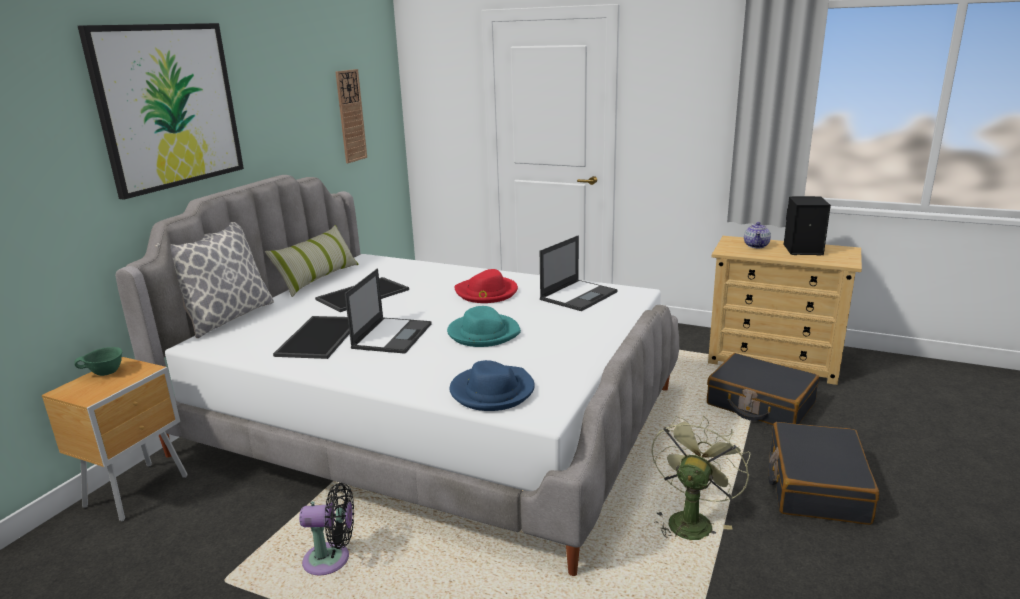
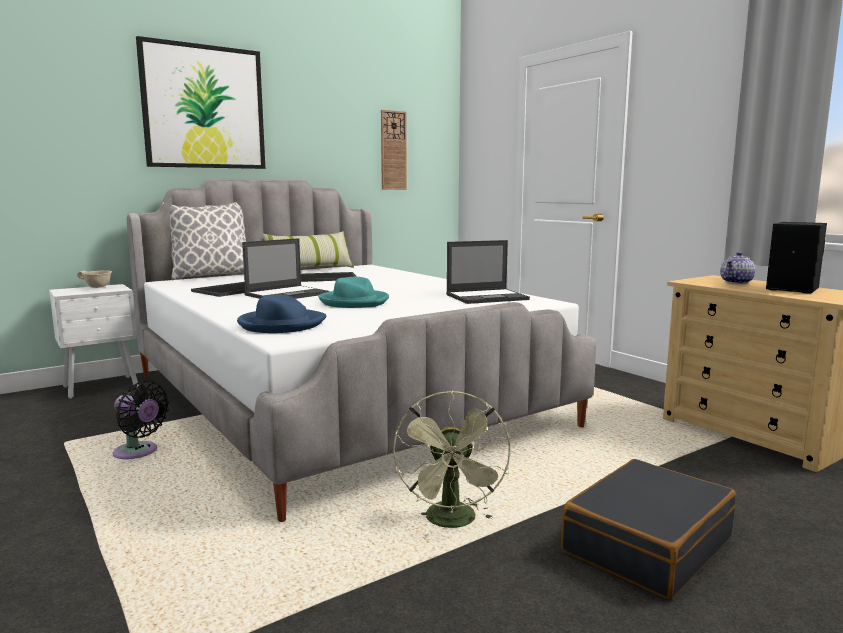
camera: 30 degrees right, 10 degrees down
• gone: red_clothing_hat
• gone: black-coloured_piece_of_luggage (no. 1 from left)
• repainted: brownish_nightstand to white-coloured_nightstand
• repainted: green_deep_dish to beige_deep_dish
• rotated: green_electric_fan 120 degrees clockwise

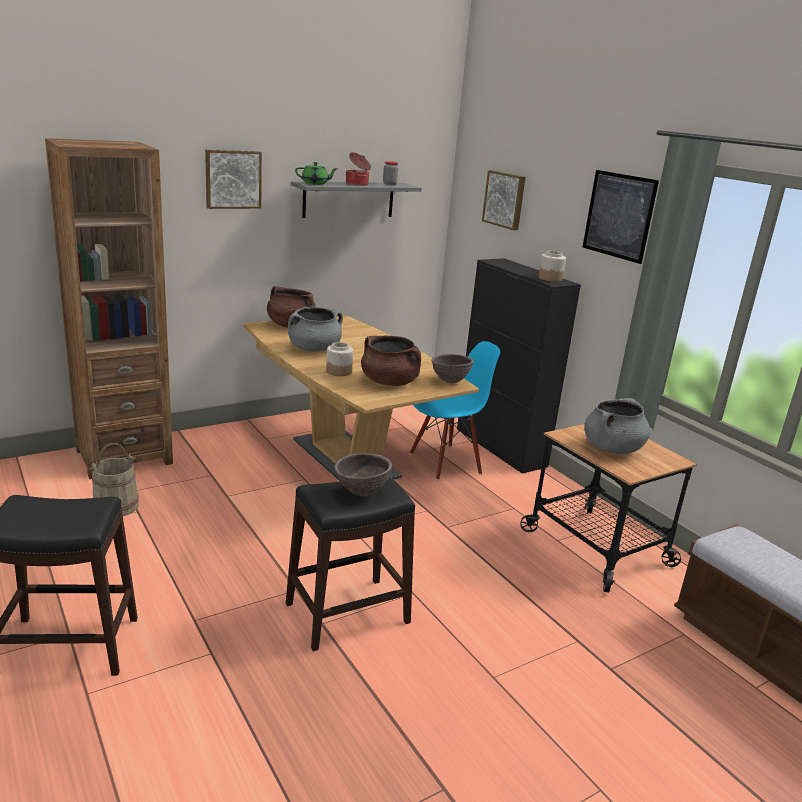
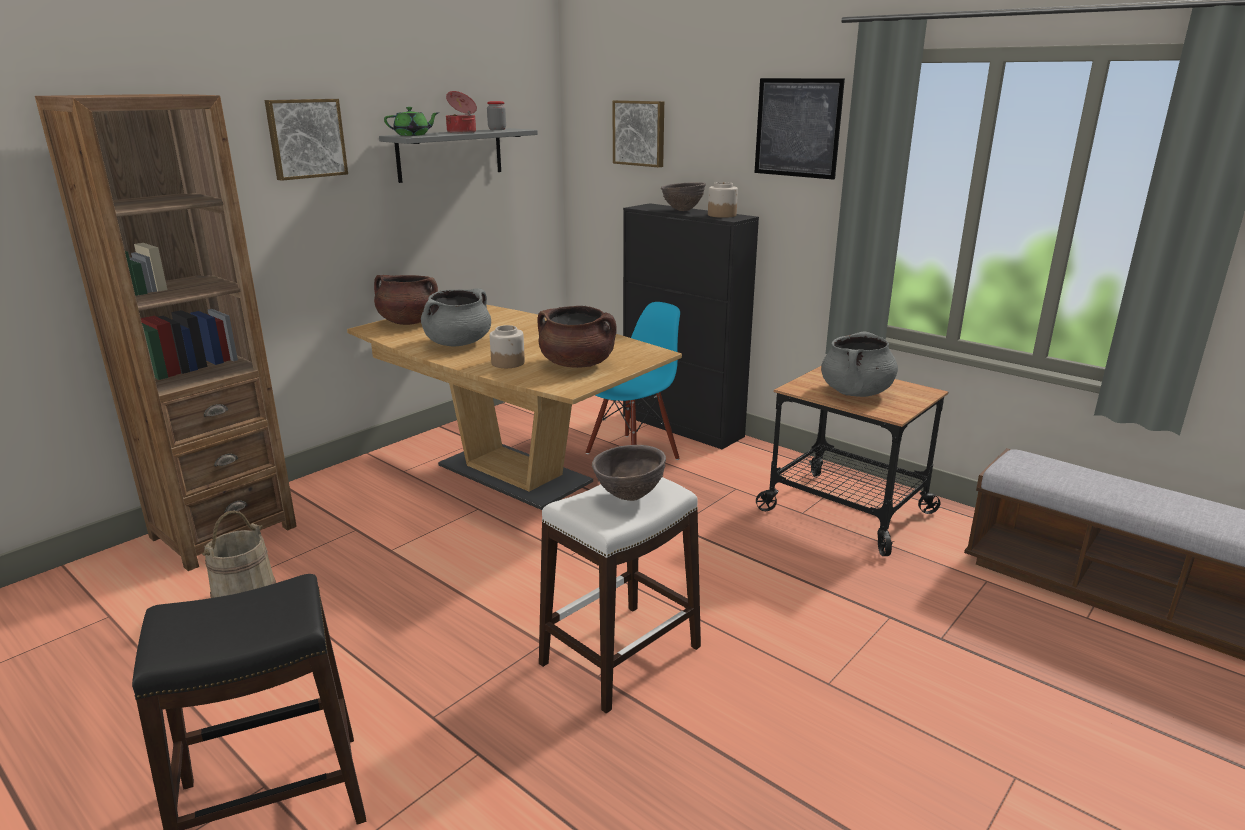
camera: 15 degrees left, 0 degrees up
• shifted: brownish_deep_dish (no. 2 from left)
• repainted: black-coloured_stool_seat (no. 2 from left) to white-coloured_stool_seat

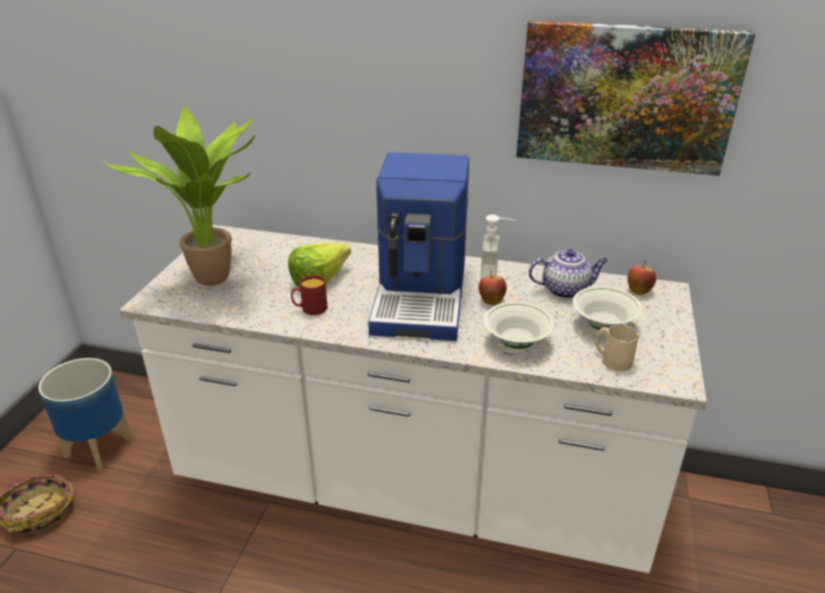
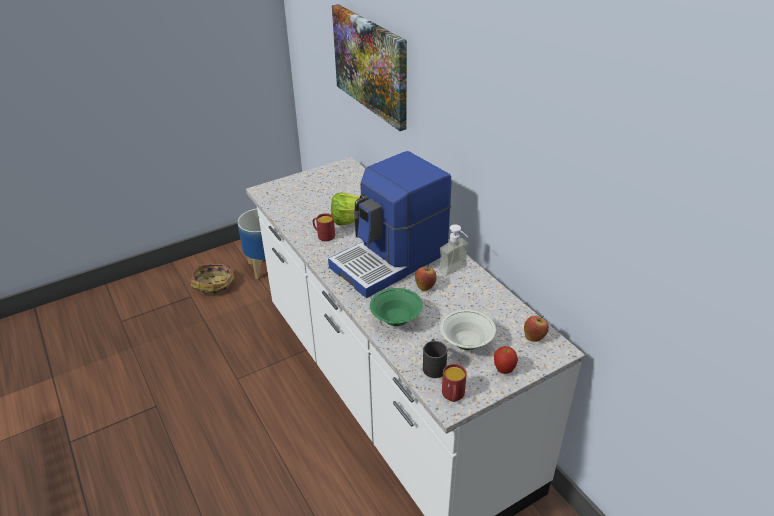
camera: 45 degrees right, 5 degrees up
• gone: potted_plant
• gone: pot_for_tea
• new: red_mug (no. 2 from left)
• new: whole_apple (no. 2 from left)
• shifted: wall_picture
• repainted: white-coloured_deep_dish (no. 1 from left) to green_deep_dish
• repainted: beige_mug to black-coloured_mug

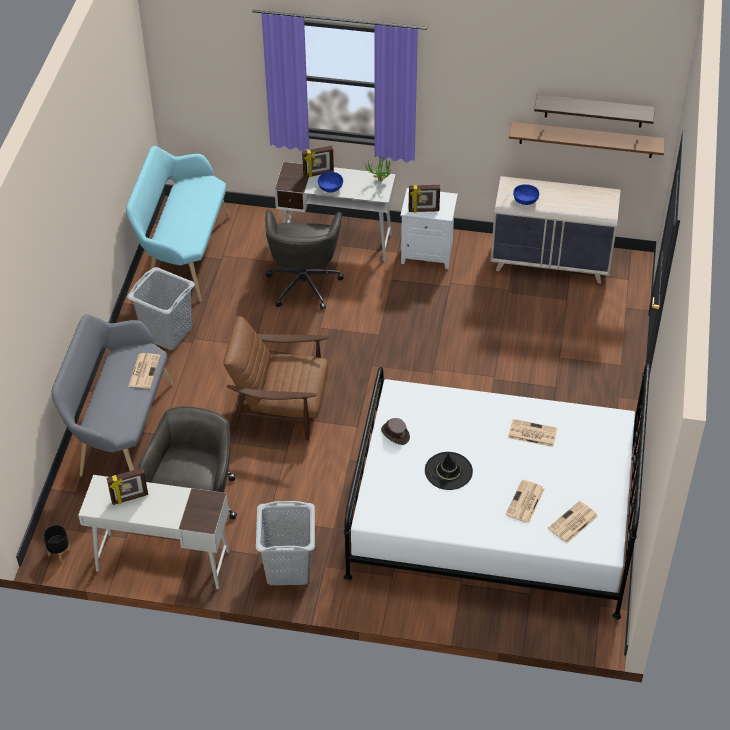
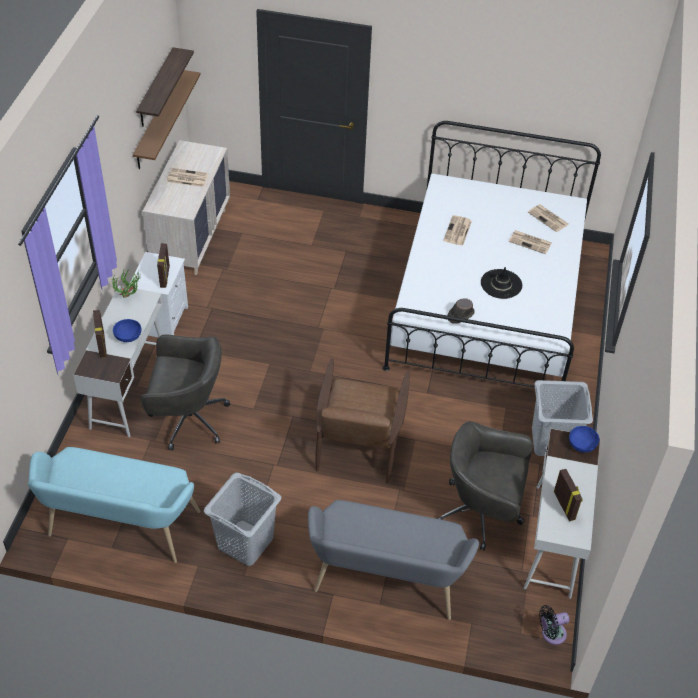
camera: 90 degrees left, 0 degrees up
• shifted: printed_paper (no. 1 from left)
• shifted: bluish_deep_dish (no. 2 from left)
• swapped: black-coloured_plant_pot to black-coloured_electric_fan

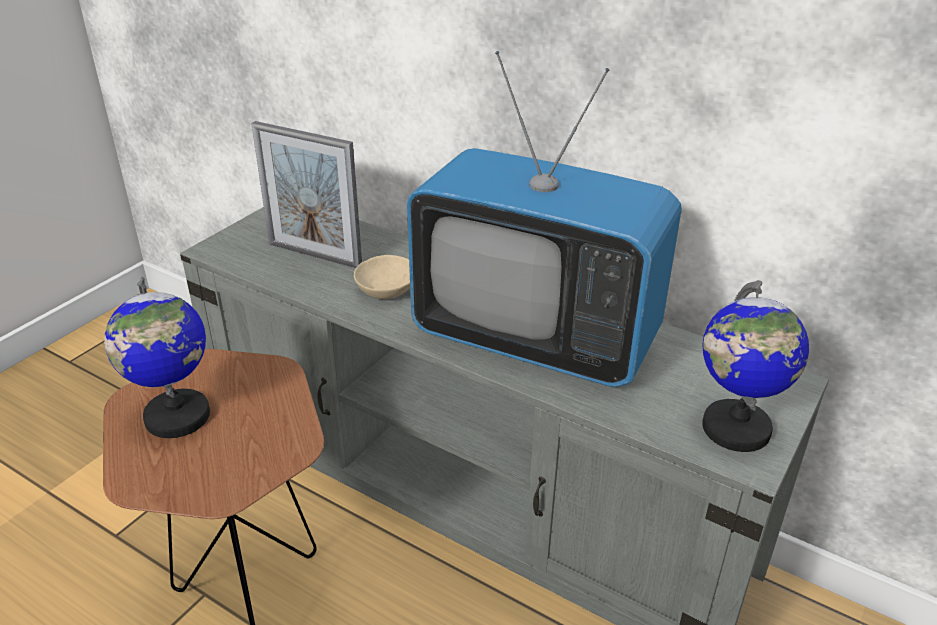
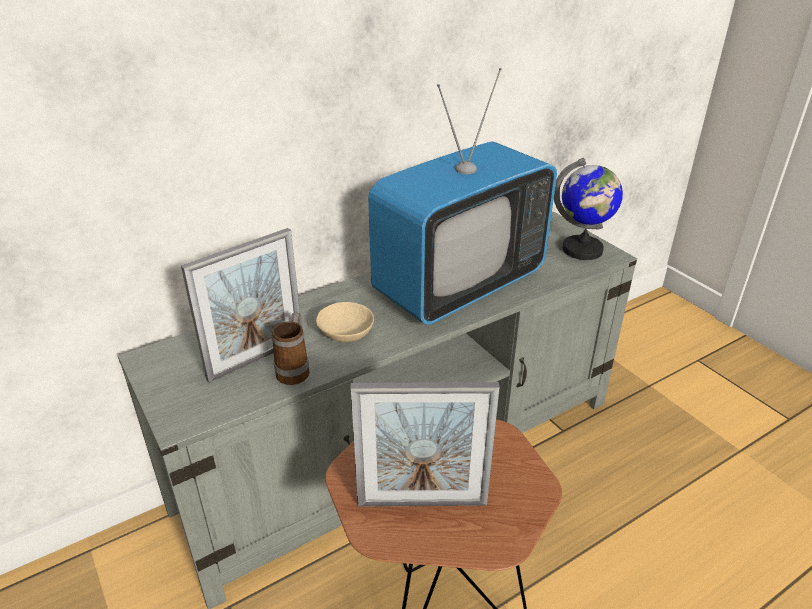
camera: 65 degrees left, 0 degrees up
• new: mug
• swapped: desk_globe (no. 1 from left) to photo_frame (no. 2 from left)

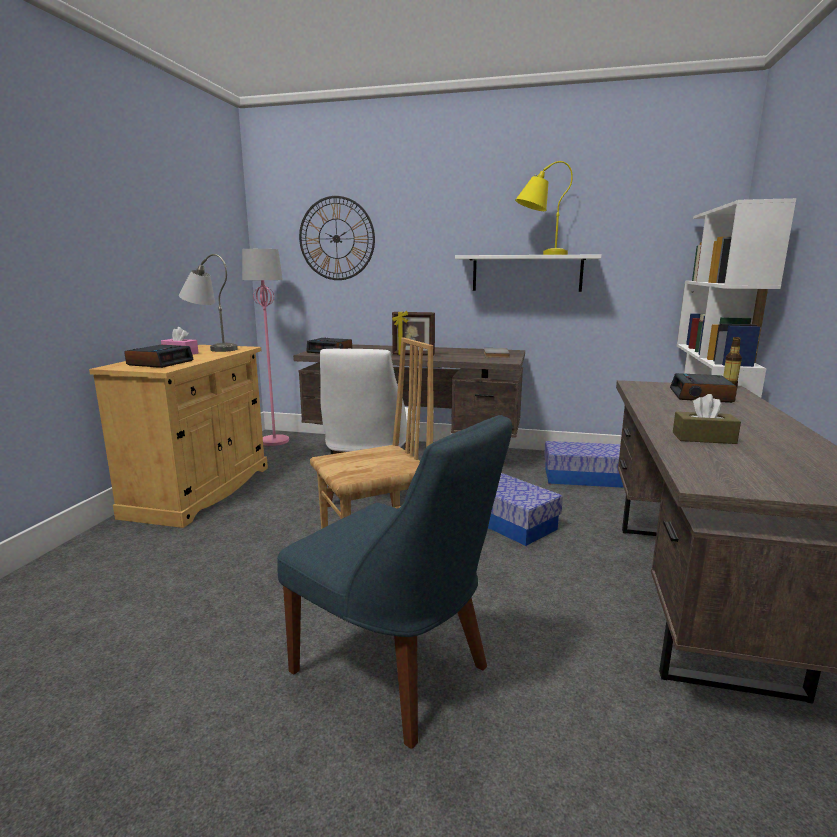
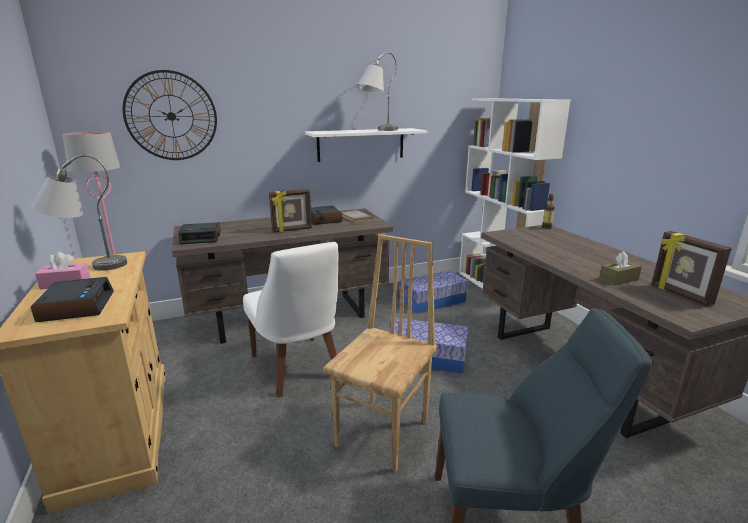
camera: 35 degrees left, 5 degrees up
• new: photo_frame (no. 2 from left)
• shifted: bedside_clock (no. 3 from left)
• repainted: yellow-coloured_lamp_for_a_table to greyish_lamp_for_a_table (no. 2 from left)

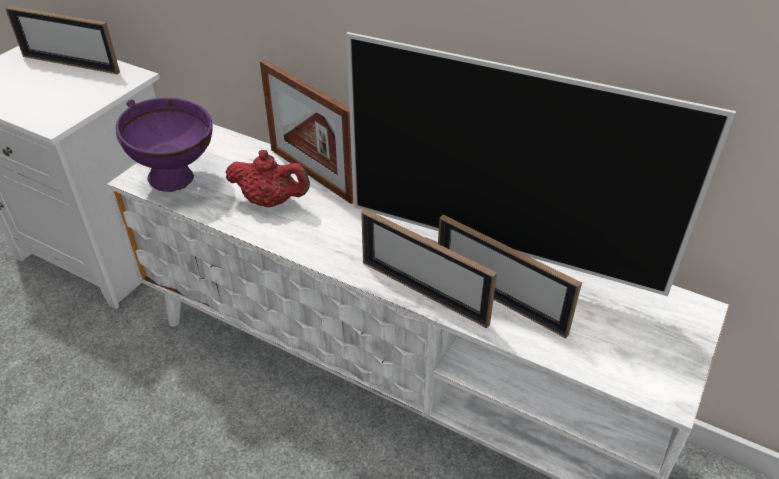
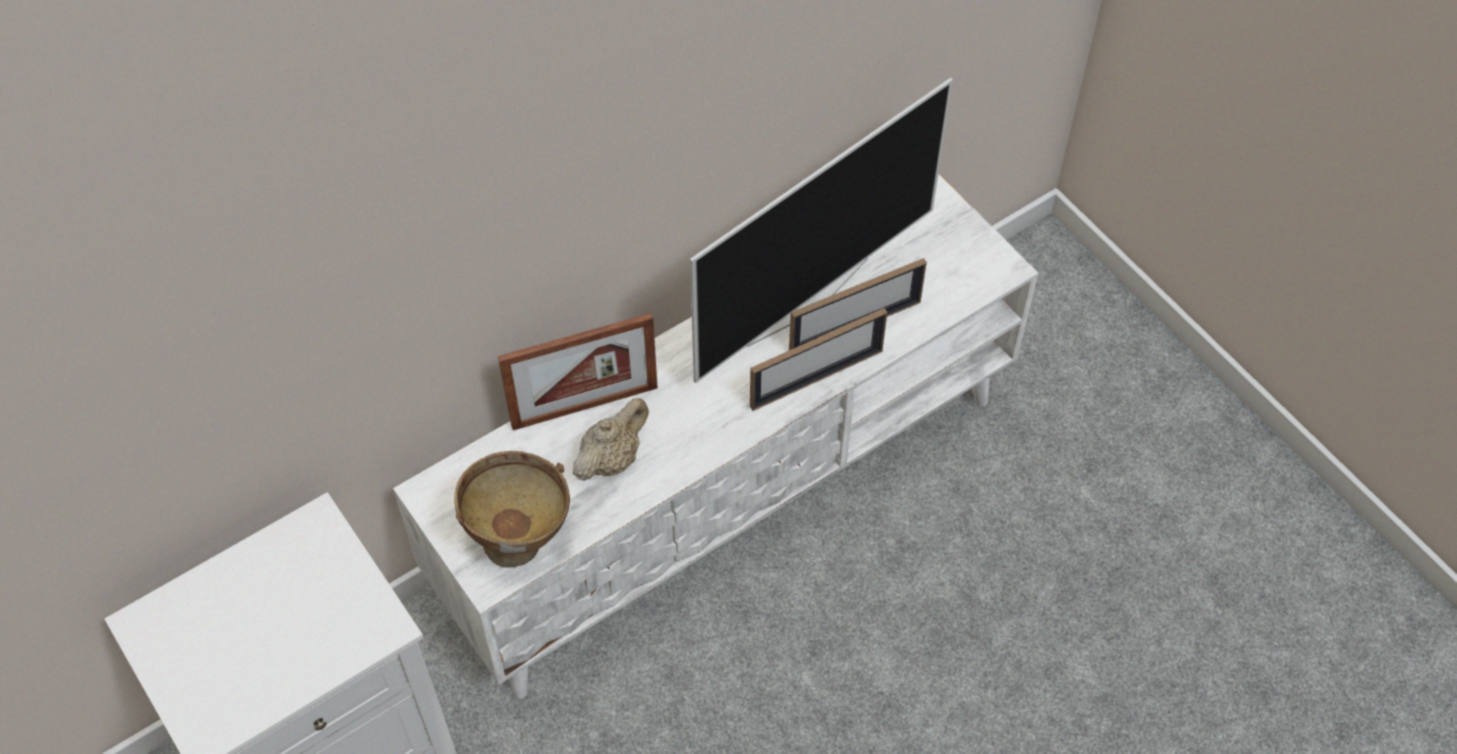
camera: 65 degrees left, 15 degrees up
• gone: photo_frame (no. 1 from left)
• repainted: purple-coloured_deep_dish to brownish_deep_dish
• repainted: red_pot_for_tea to beige_pot_for_tea

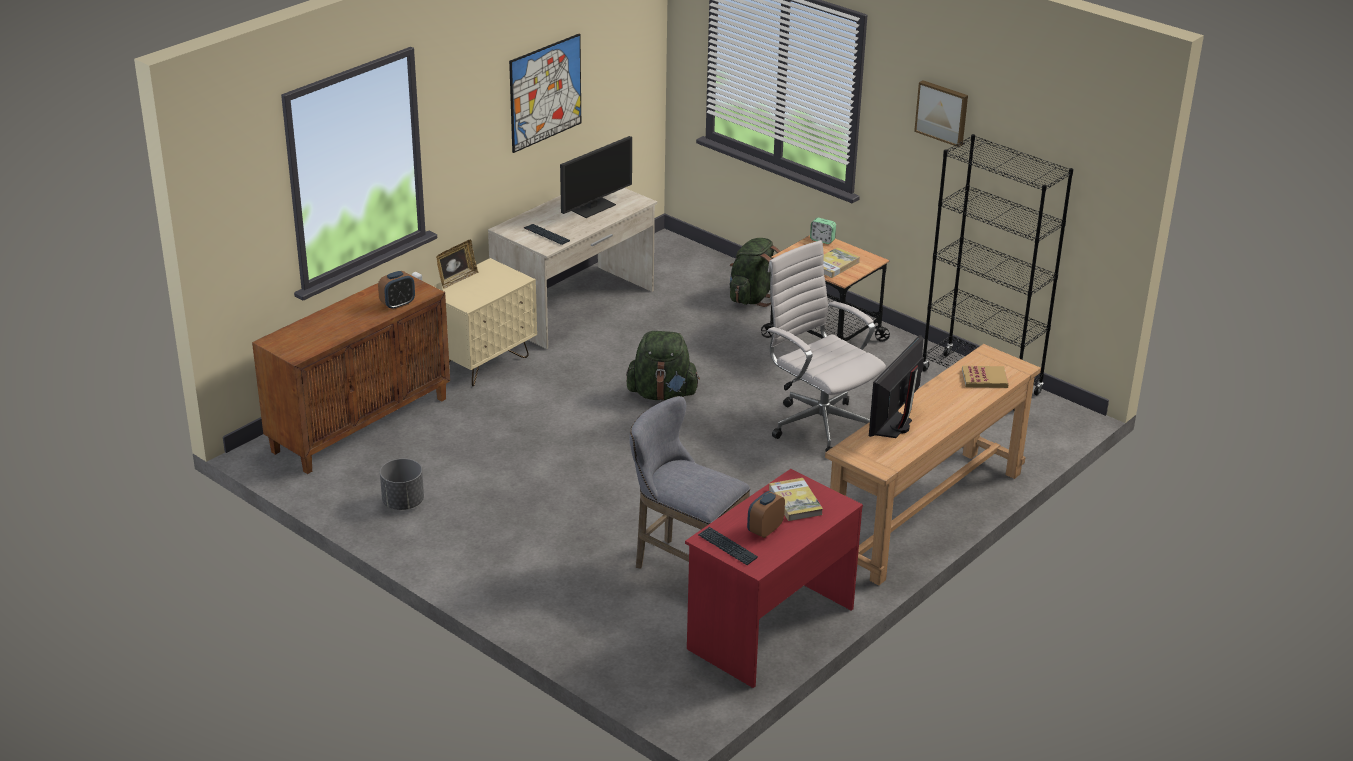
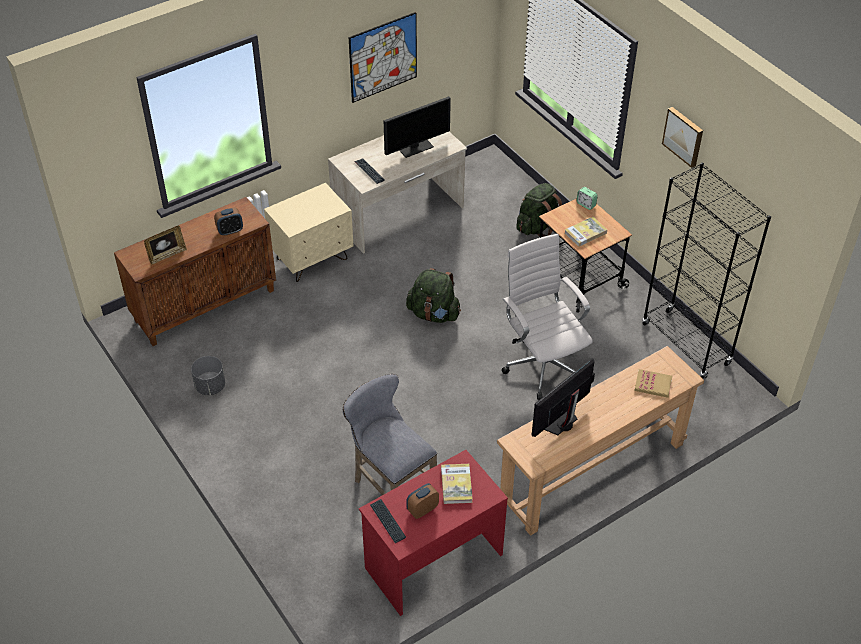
camera: 15 degrees right, 15 degrees up
• shifted: photo_frame

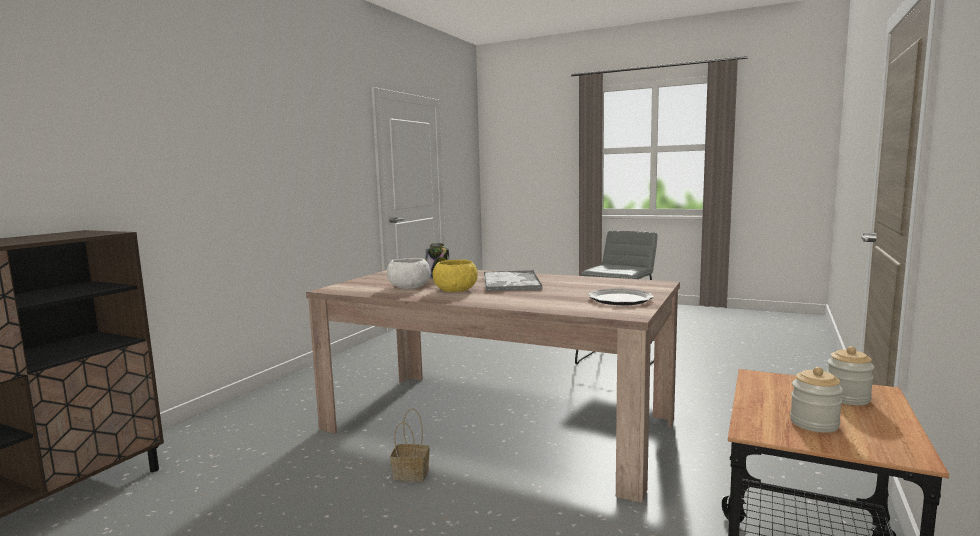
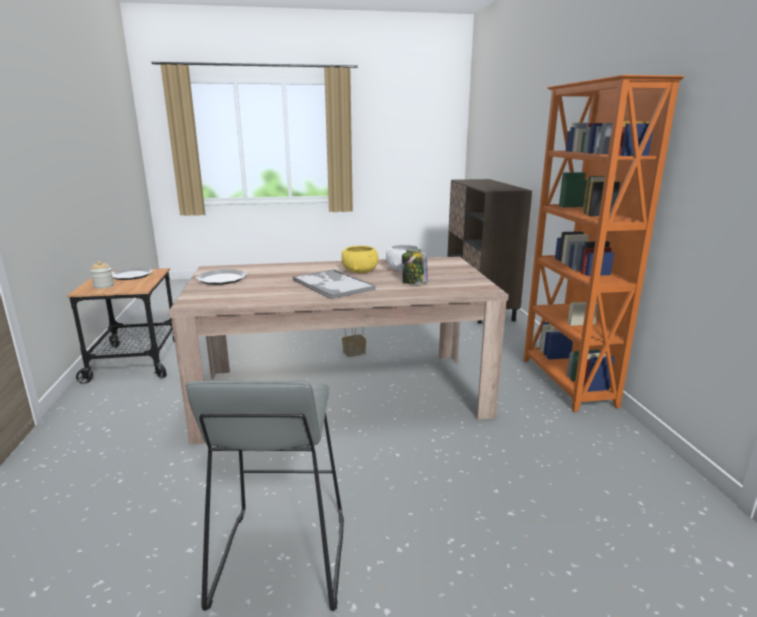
camera: 145 degrees right, 10 degrees up
• new: orangey_bookcase
• swapped: jar (no. 2 from left) to plate (no. 1 from left)

